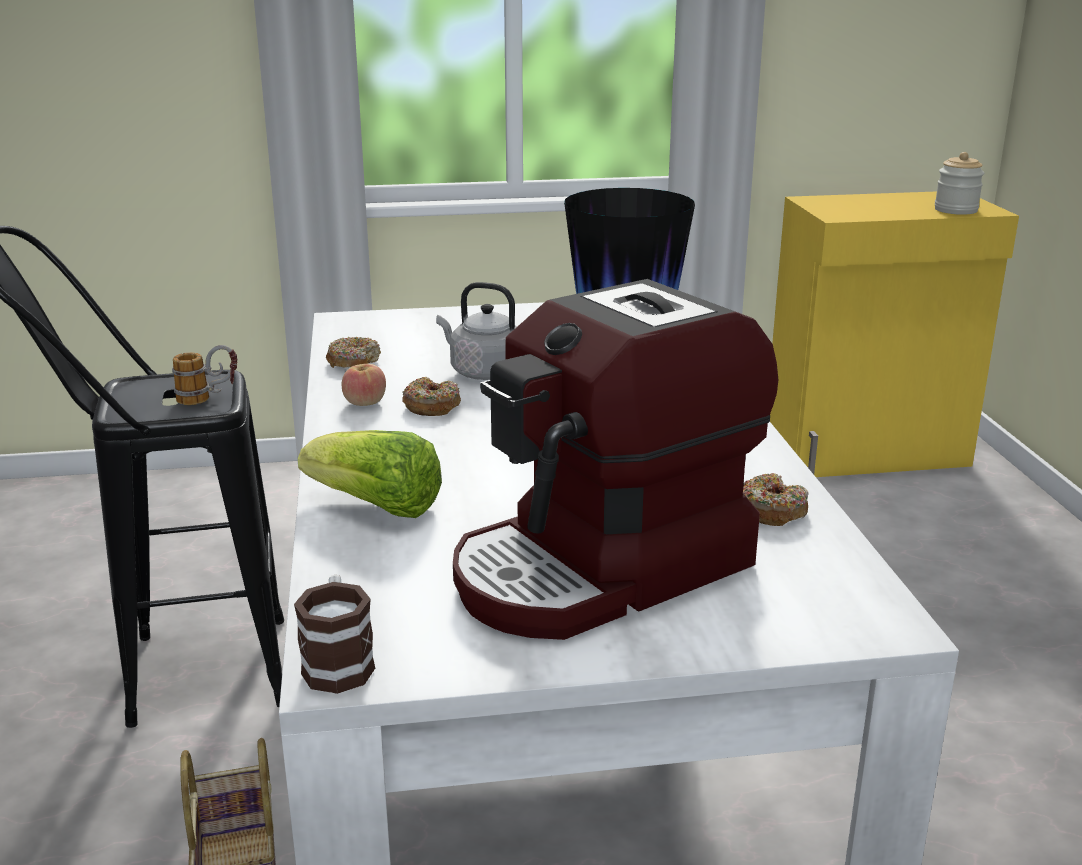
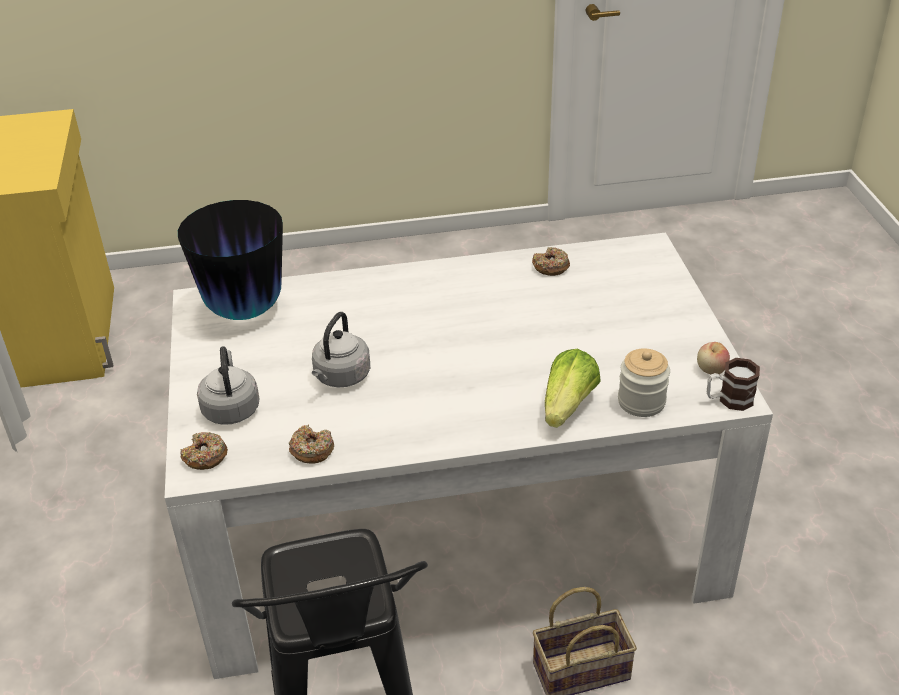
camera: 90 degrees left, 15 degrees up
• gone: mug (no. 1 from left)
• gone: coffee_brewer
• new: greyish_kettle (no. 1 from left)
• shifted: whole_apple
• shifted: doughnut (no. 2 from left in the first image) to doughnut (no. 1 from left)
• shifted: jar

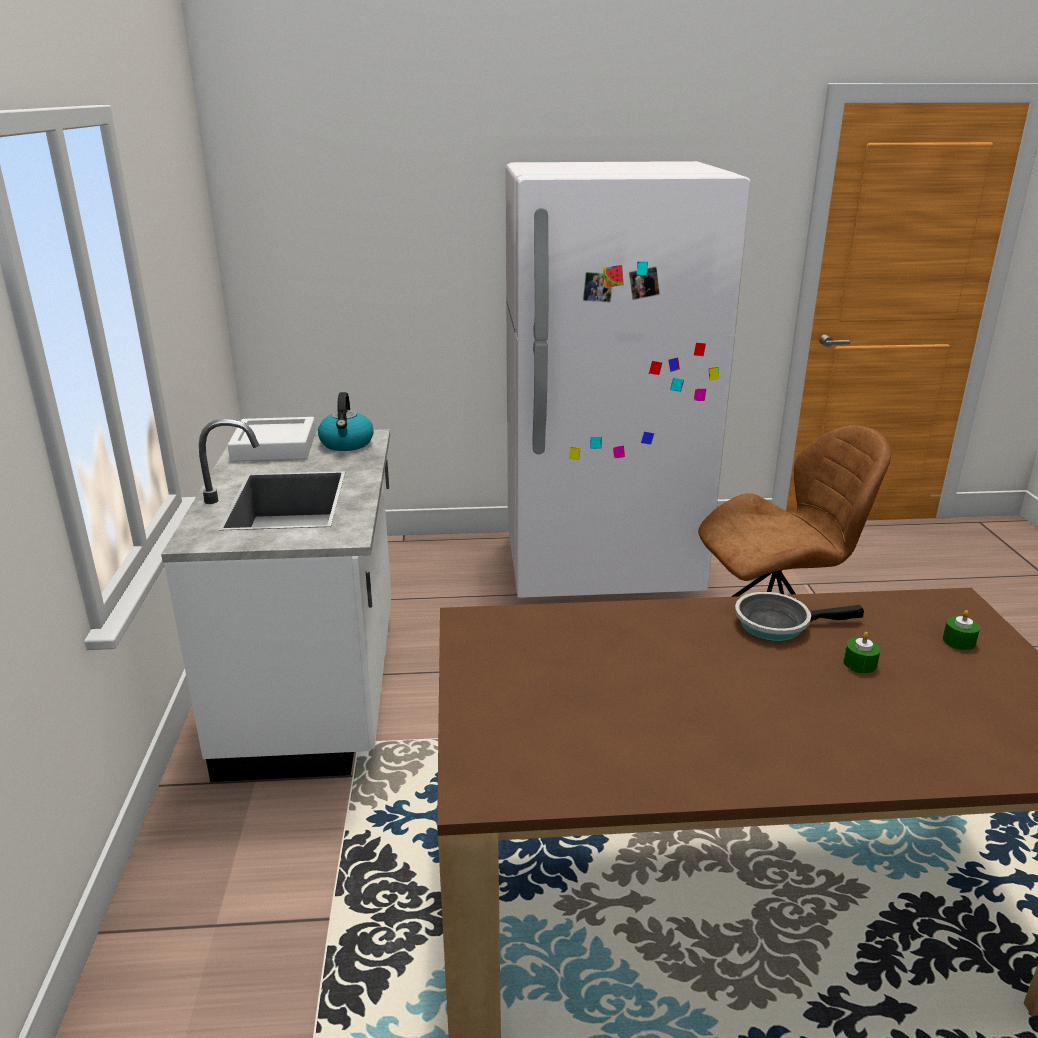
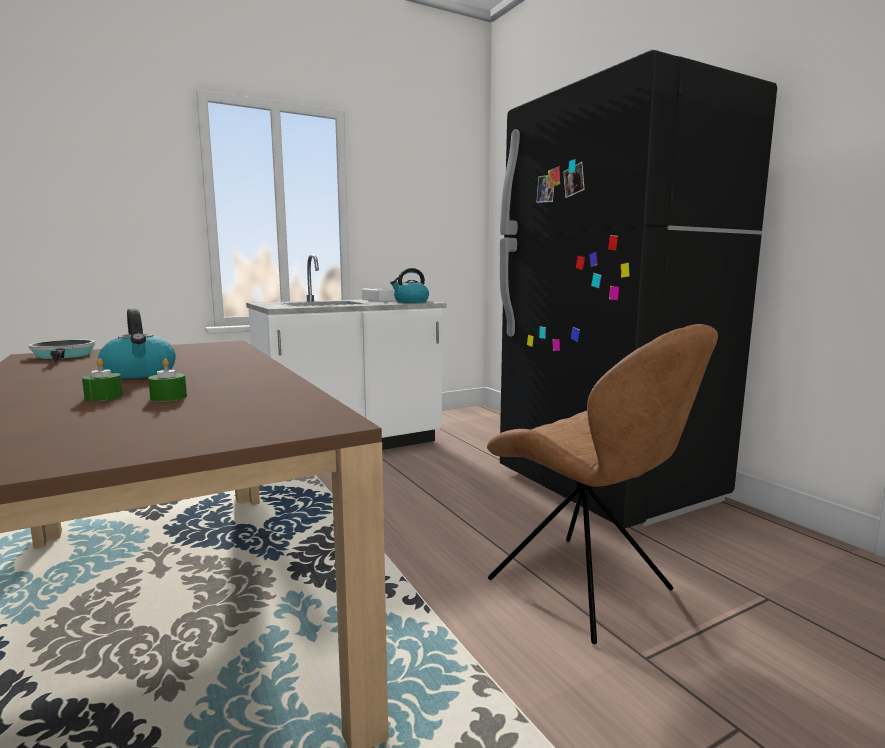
camera: 65 degrees right, 15 degrees down
• new: kettle (no. 1 from left)
• shifted: frying_pan
• shifted: green_candle (no. 2 from left in the first image) to green_candle (no. 1 from left)
• repainted: white-coloured_fridge to black-coloured_fridge

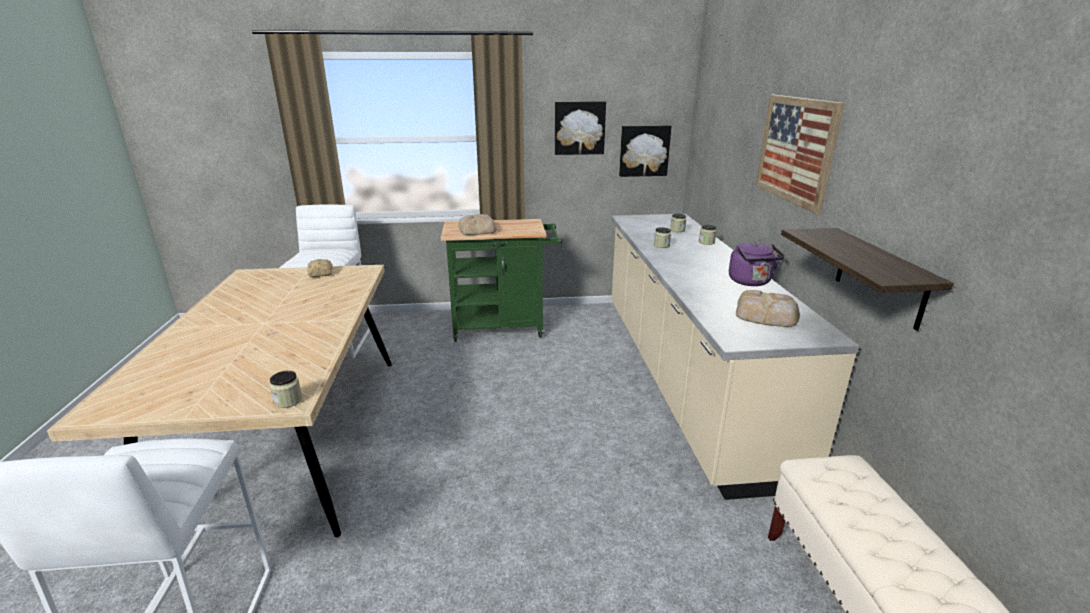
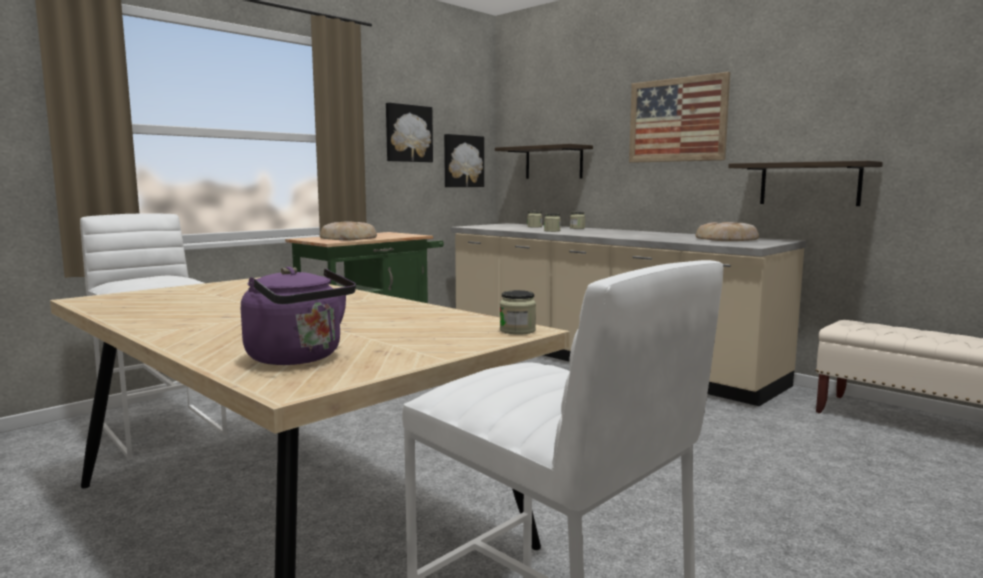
camera: 40 degrees left, 15 degrees down
• gone: baked_bread (no. 1 from left)
• new: shelf (no. 1 from left)
• shifted: purple-coloured_kettle

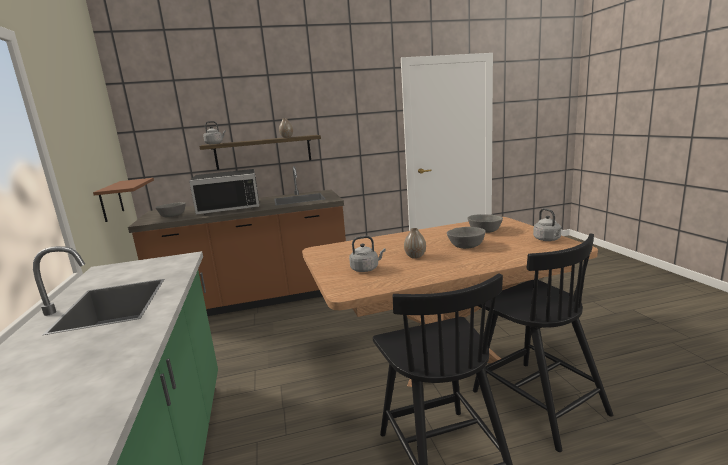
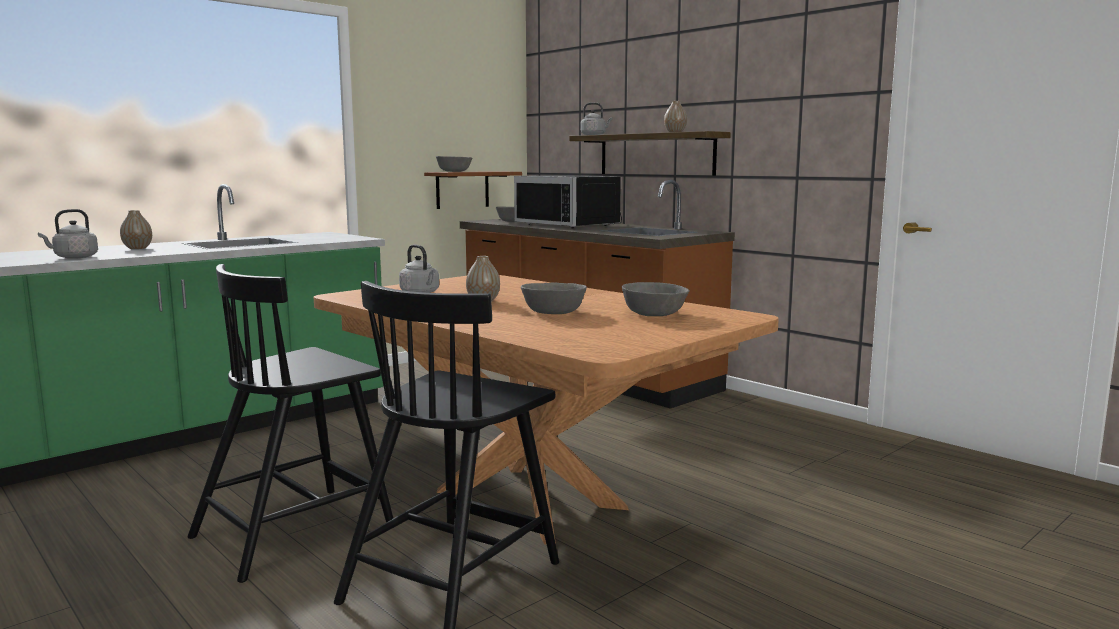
camera: 60 degrees right, 5 degrees down
• new: flower_vase (no. 1 from left)
• new: greyish_deep_dish (no. 1 from left)
• shifted: greyish_kettle (no. 3 from left in the first image) to greyish_kettle (no. 1 from left)

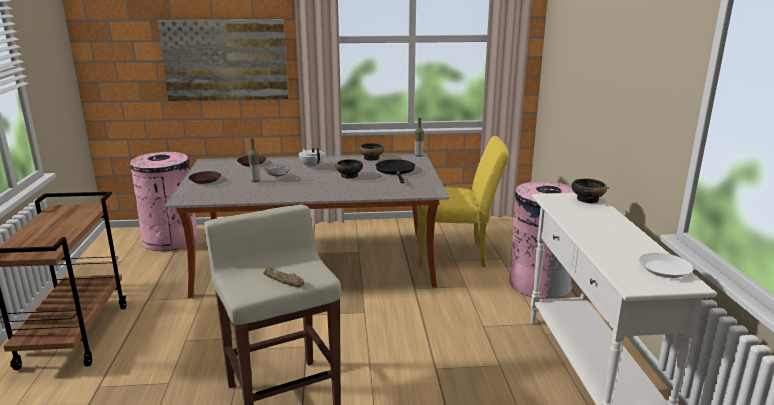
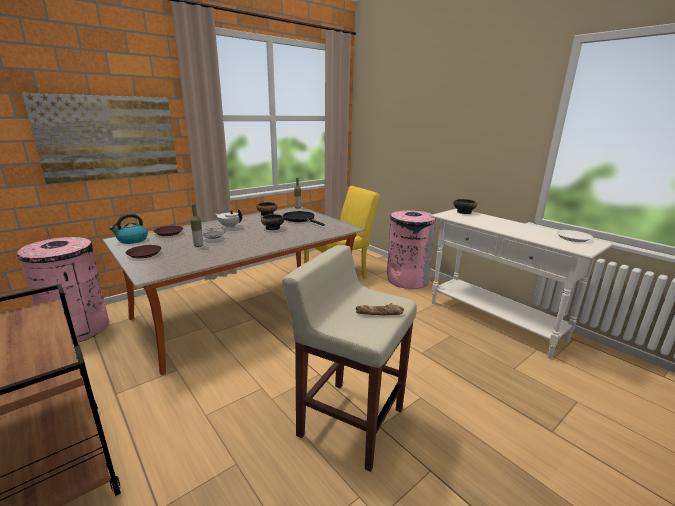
camera: 35 degrees left, 0 degrees up
• new: kettle

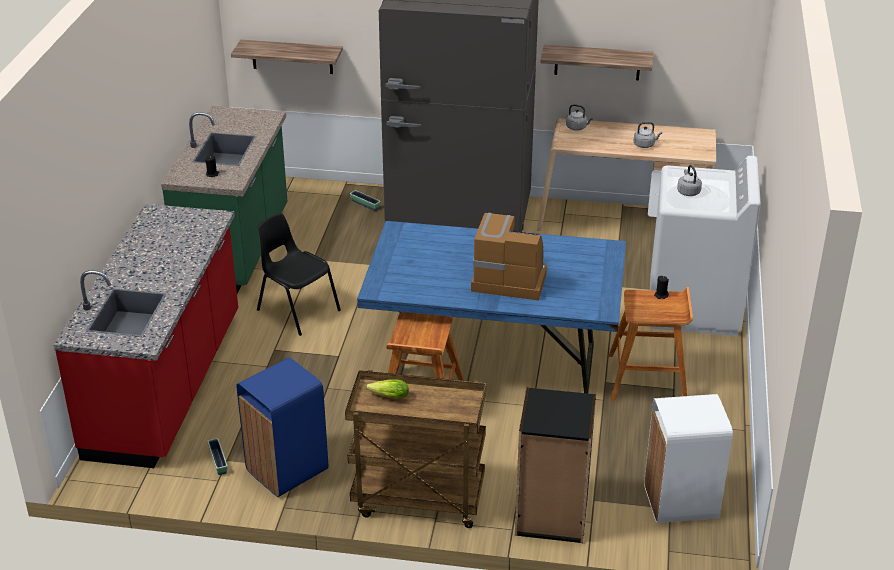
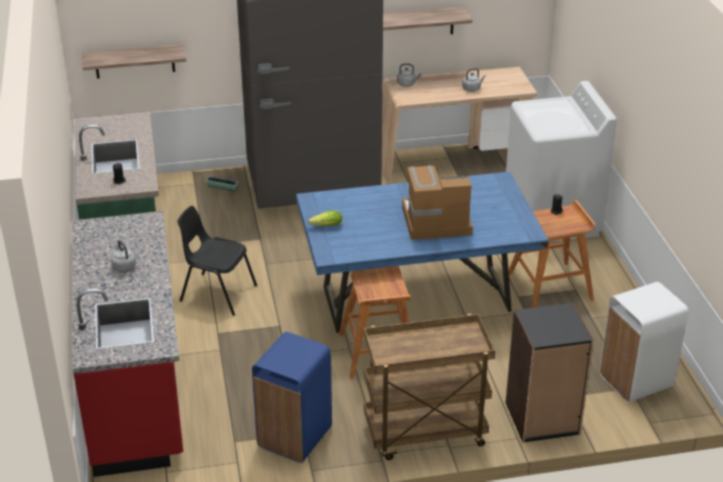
camera: 20 degrees left, 0 degrees up
• gone: plant_pot (no. 1 from left)
• shifted: lettuce_head
• shifted: greyish_kettle (no. 3 from left in the first image) to greyish_kettle (no. 1 from left)

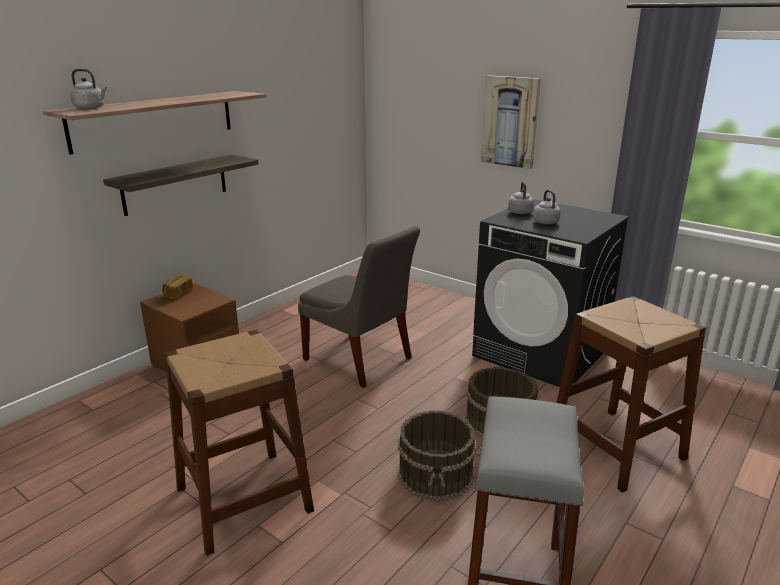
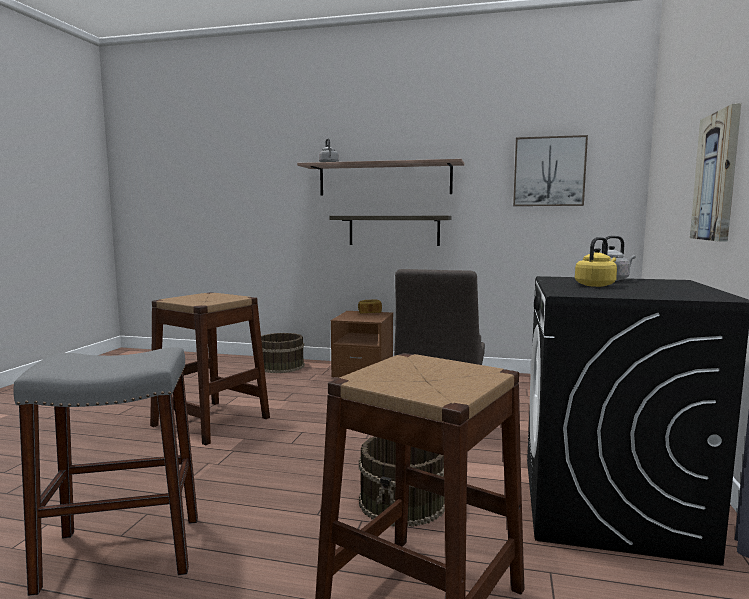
camera: 65 degrees right, 15 degrees down
• new: wall_picture (no. 1 from left)
• shifted: brownish_water_bucket (no. 1 from left)
• repainted: greyish_kettle (no. 3 from left) to yellow-coloured_kettle

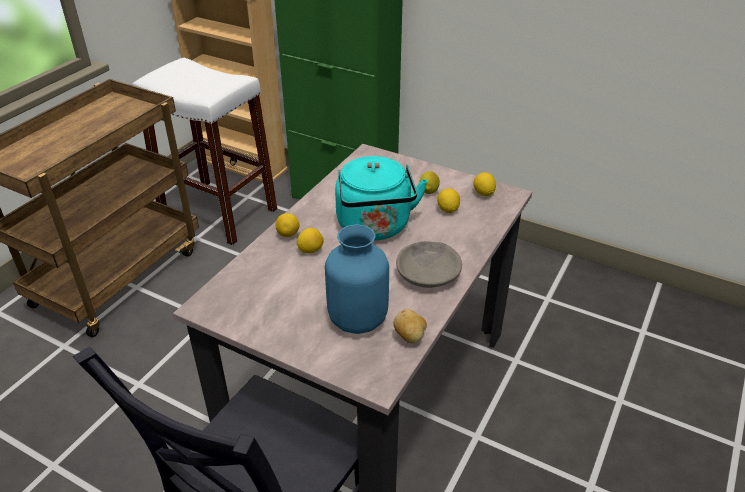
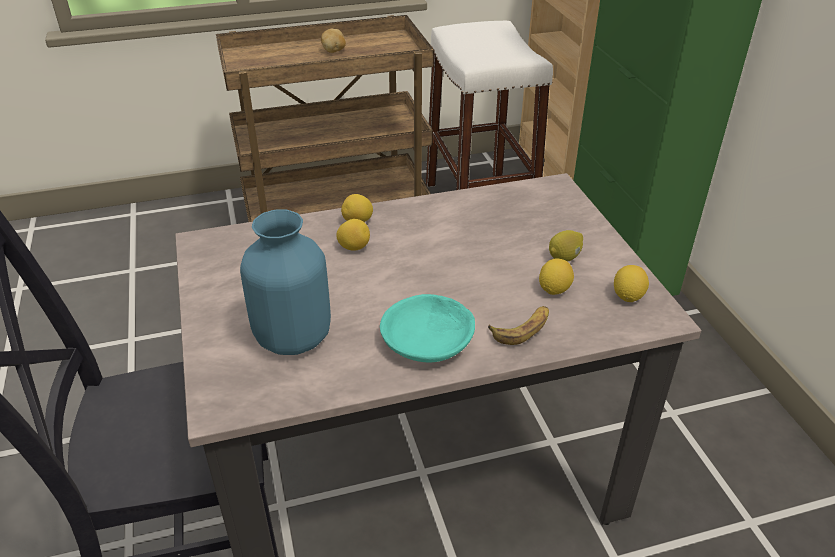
camera: 45 degrees right, 0 degrees up
• gone: turquoise_kettle
• new: banana
• shifted: potato
• repainted: greyish_deep_dish to turquoise_deep_dish

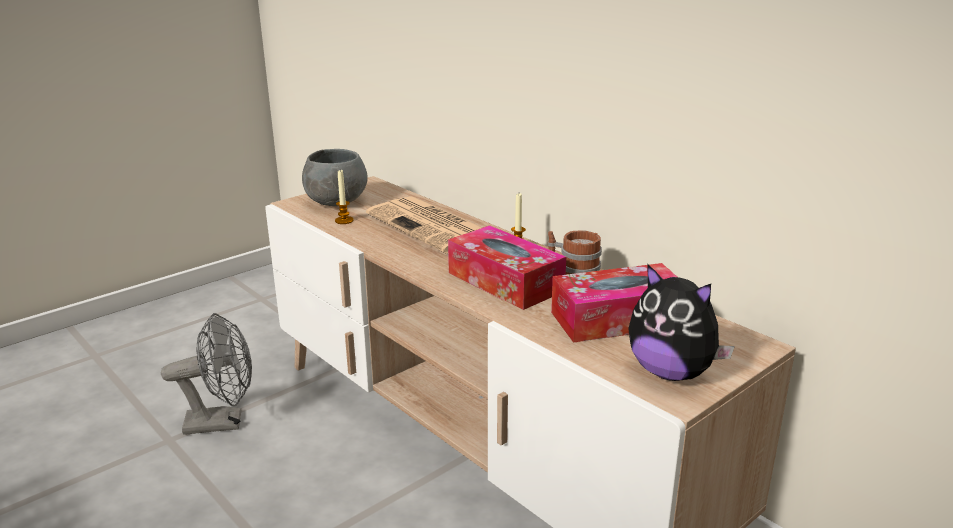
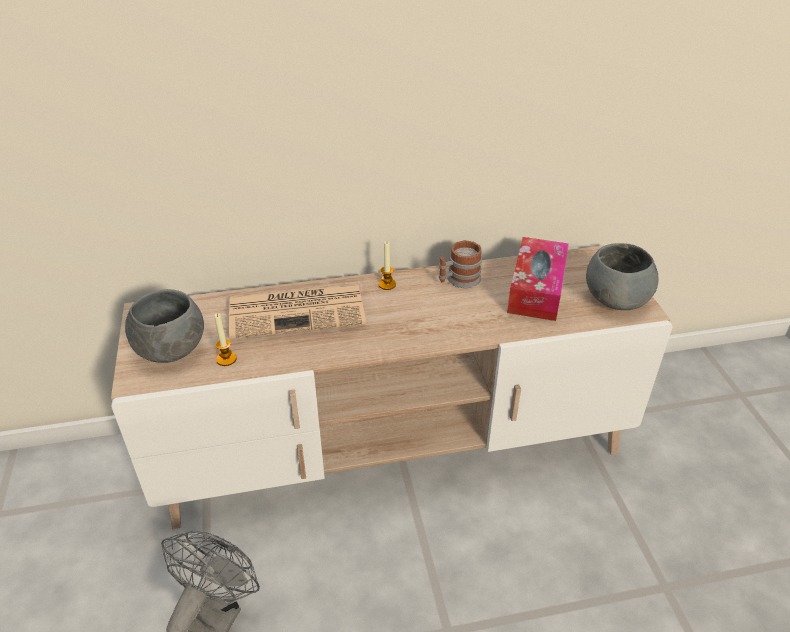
camera: 60 degrees left, 15 degrees up
• gone: tissue_box (no. 1 from left)
• swapped: soft_toy to greyish_deep_dish (no. 2 from left)

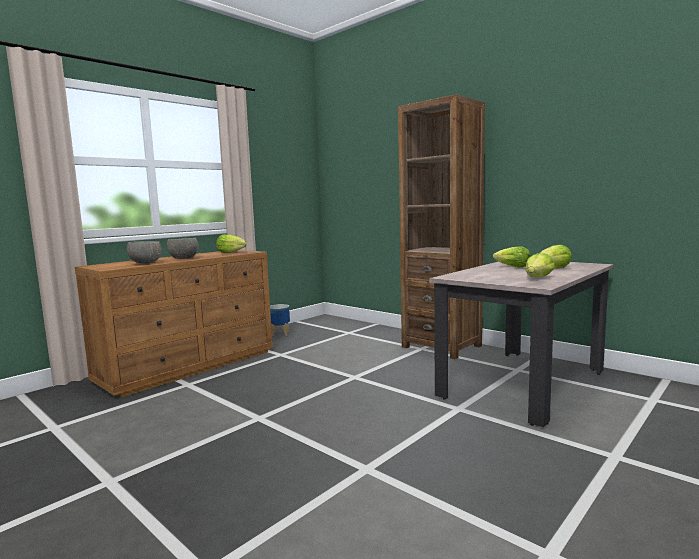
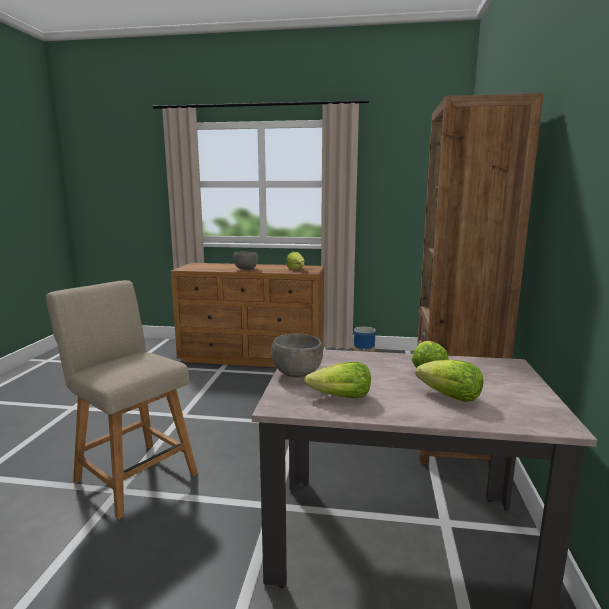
camera: 55 degrees right, 5 degrees up
• new: beige_chair
• shifted: greyish_deep_dish (no. 1 from left in the first image) to greyish_deep_dish (no. 2 from left)

